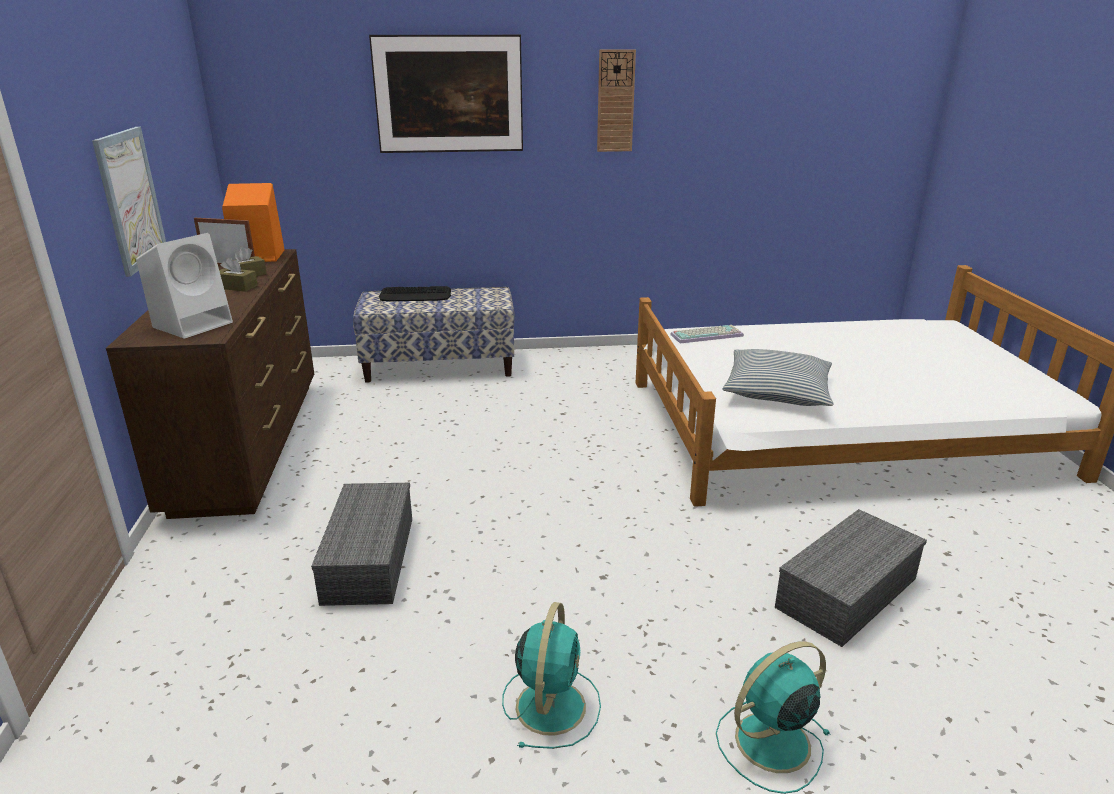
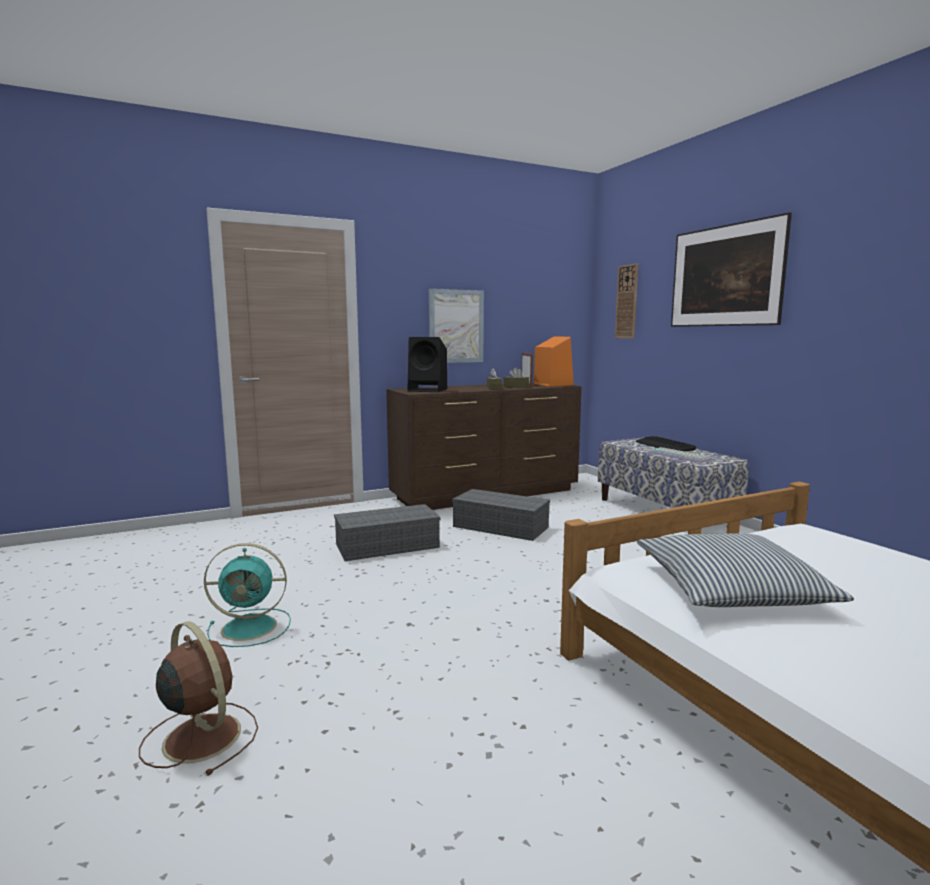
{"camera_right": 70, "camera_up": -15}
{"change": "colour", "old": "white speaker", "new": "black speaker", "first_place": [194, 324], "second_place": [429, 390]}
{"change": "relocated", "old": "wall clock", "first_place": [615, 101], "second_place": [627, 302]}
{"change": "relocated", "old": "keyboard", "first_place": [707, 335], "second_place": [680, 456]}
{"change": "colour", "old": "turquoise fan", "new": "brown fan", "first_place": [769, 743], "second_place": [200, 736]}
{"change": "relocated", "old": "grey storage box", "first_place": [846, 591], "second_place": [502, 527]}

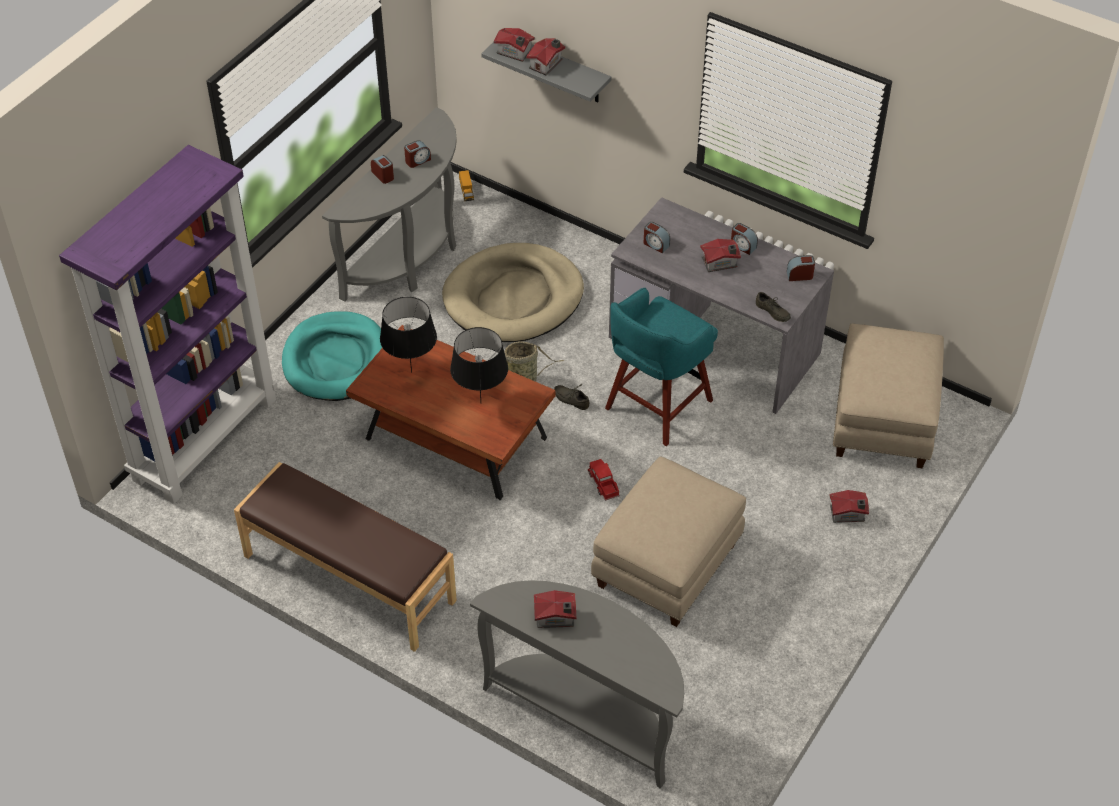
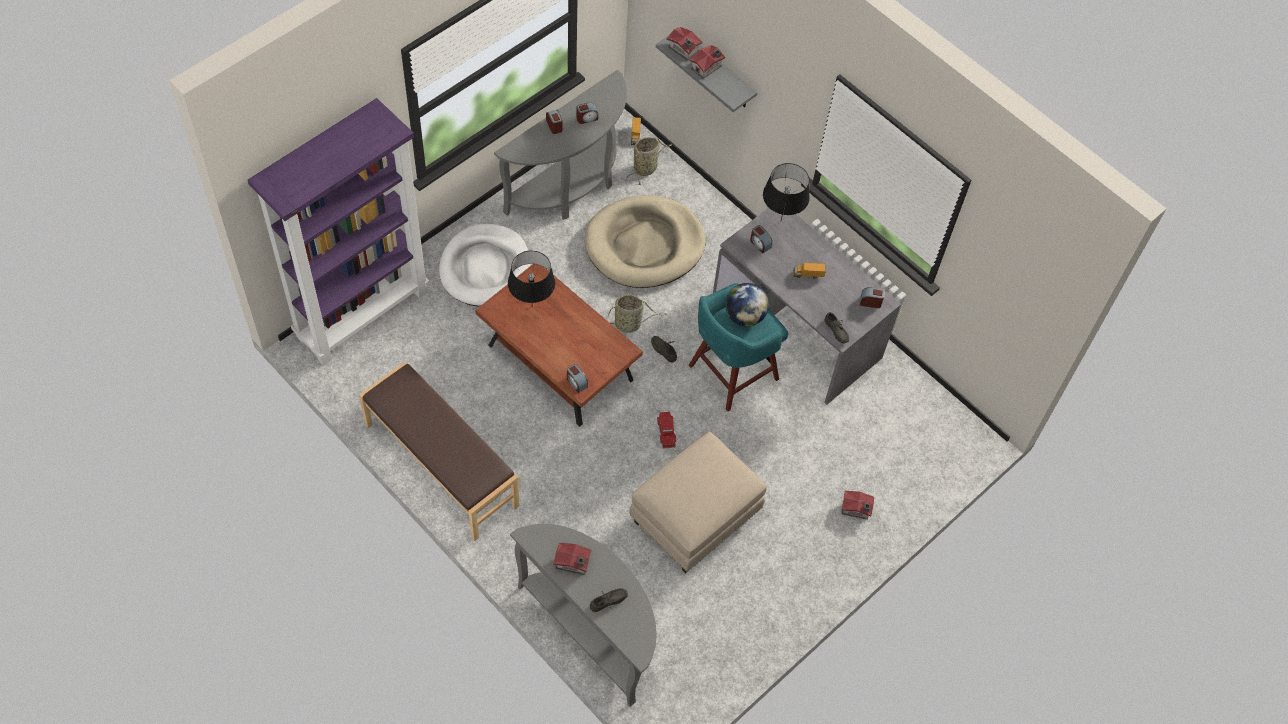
{"camera_right": 10, "camera_up": 10}
{"change": "colour", "old": "turquoise dog bed", "new": "white dog bed", "first_place": [336, 360], "second_place": [485, 268]}
{"change": "relocated", "old": "black table lamp", "first_place": [480, 403], "second_place": [780, 221]}
{"change": "exchanged", "old": "toy house", "new": "toy truck", "first_place": [720, 263], "second_place": [808, 274]}
{"change": "relocated", "old": "alarm clock", "first_place": [742, 246], "second_place": [576, 382]}
{"change": "missing", "old": "beige ottoman", "first_place": [884, 421]}
{"change": "appeared", "new": "grey shoe", "second_place": [609, 602]}
{"change": "appeared", "new": "basket", "second_place": [646, 168]}
{"change": "appeared", "new": "globe", "second_place": [744, 316]}

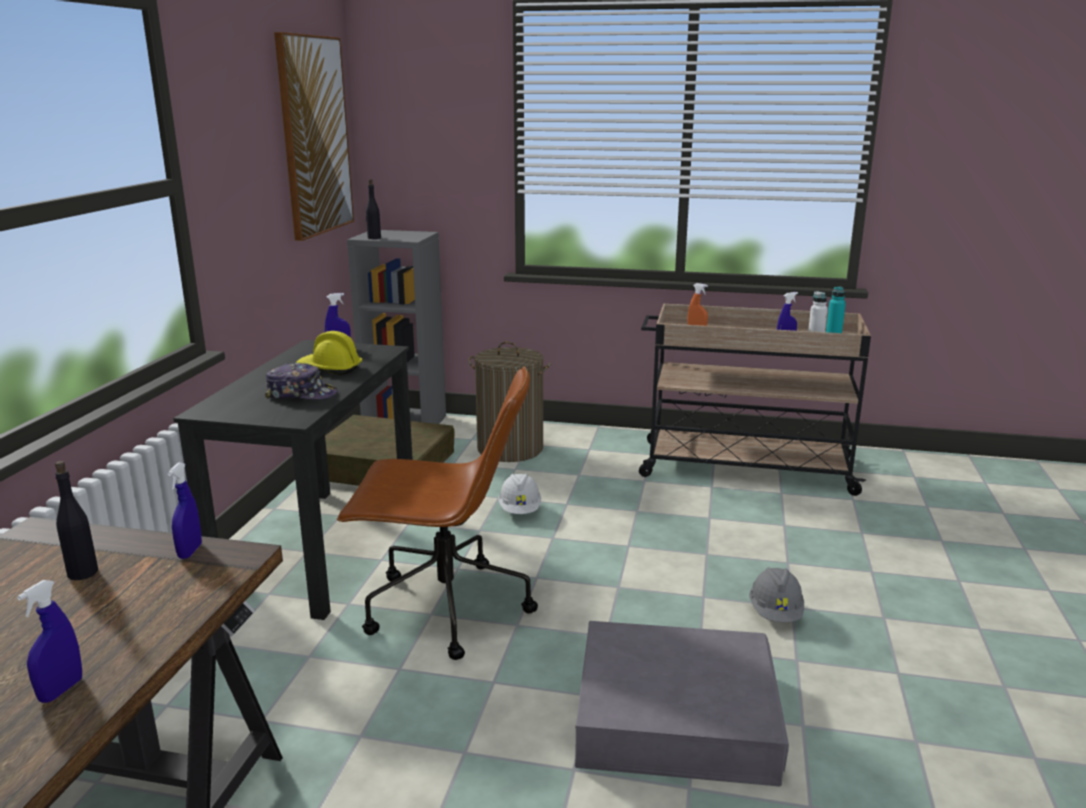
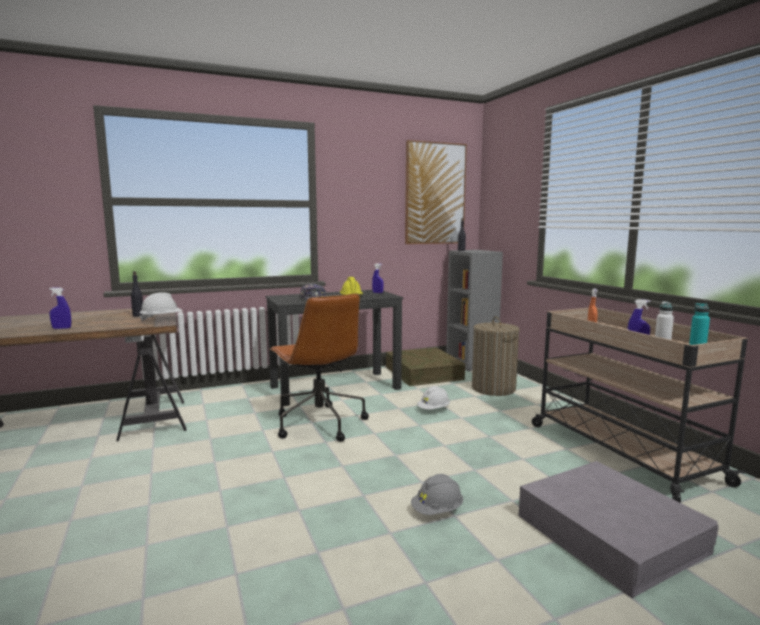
{"camera_right": 55, "camera_up": -10}
{"change": "exchanged", "old": "blue spray bottle", "new": "white hard hat", "first_place": [190, 551], "second_place": [162, 319]}
{"change": "relocated", "old": "grey storage box", "first_place": [675, 715], "second_place": [609, 533]}

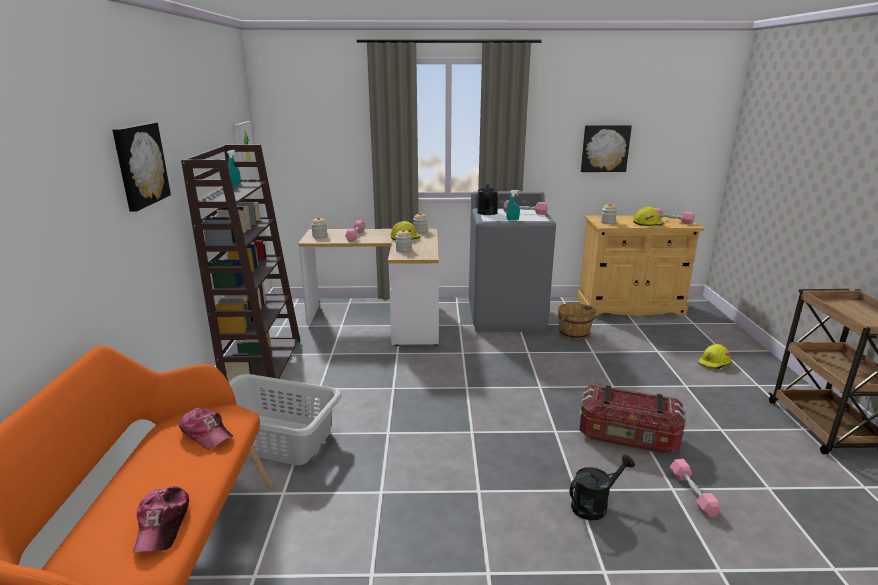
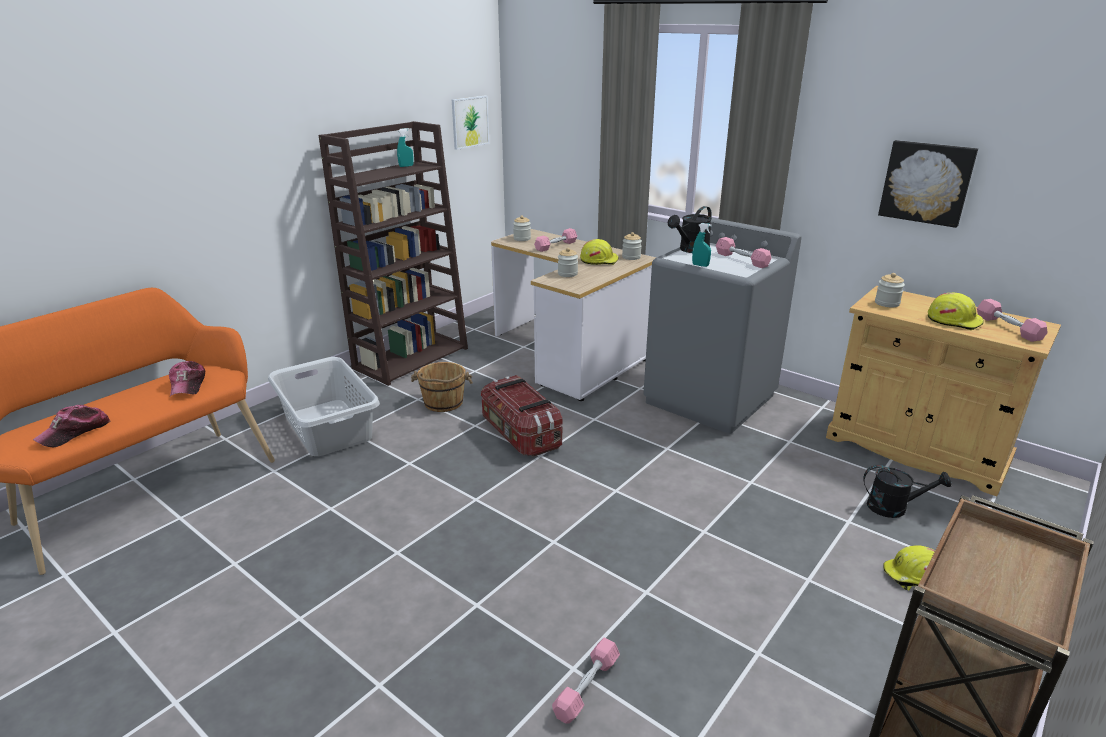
{"camera_right": 40, "camera_up": 5}
{"change": "missing", "old": "picture", "first_place": [139, 165]}
{"change": "relocated", "old": "brown bucket", "first_place": [574, 333], "second_place": [443, 403]}
{"change": "relocated", "old": "black watering can", "first_place": [594, 504], "second_place": [894, 508]}
{"change": "relocated", "old": "storage box", "first_place": [627, 437], "second_place": [520, 434]}

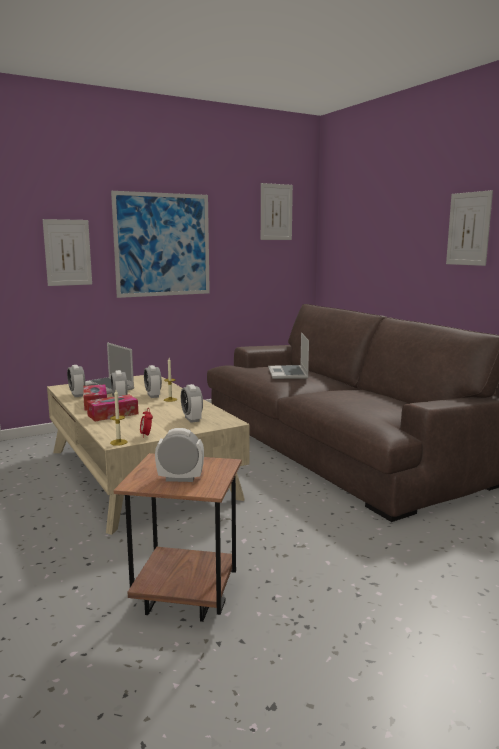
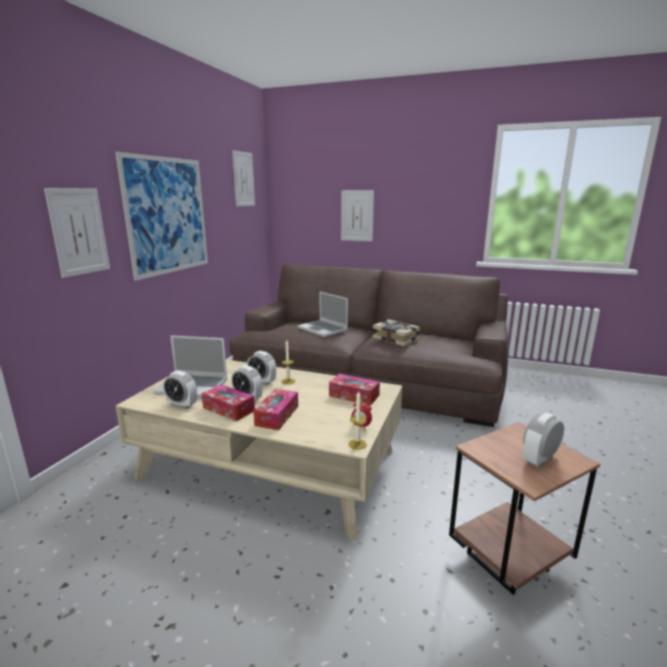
{"camera_right": -40, "camera_up": 5}
{"change": "exchanged", "old": "alarm clock", "new": "tissue box", "first_place": [192, 419], "second_place": [354, 395]}
{"change": "relocated", "old": "picture", "first_place": [468, 229], "second_place": [357, 216]}
{"change": "appeared", "new": "book", "second_place": [396, 339]}

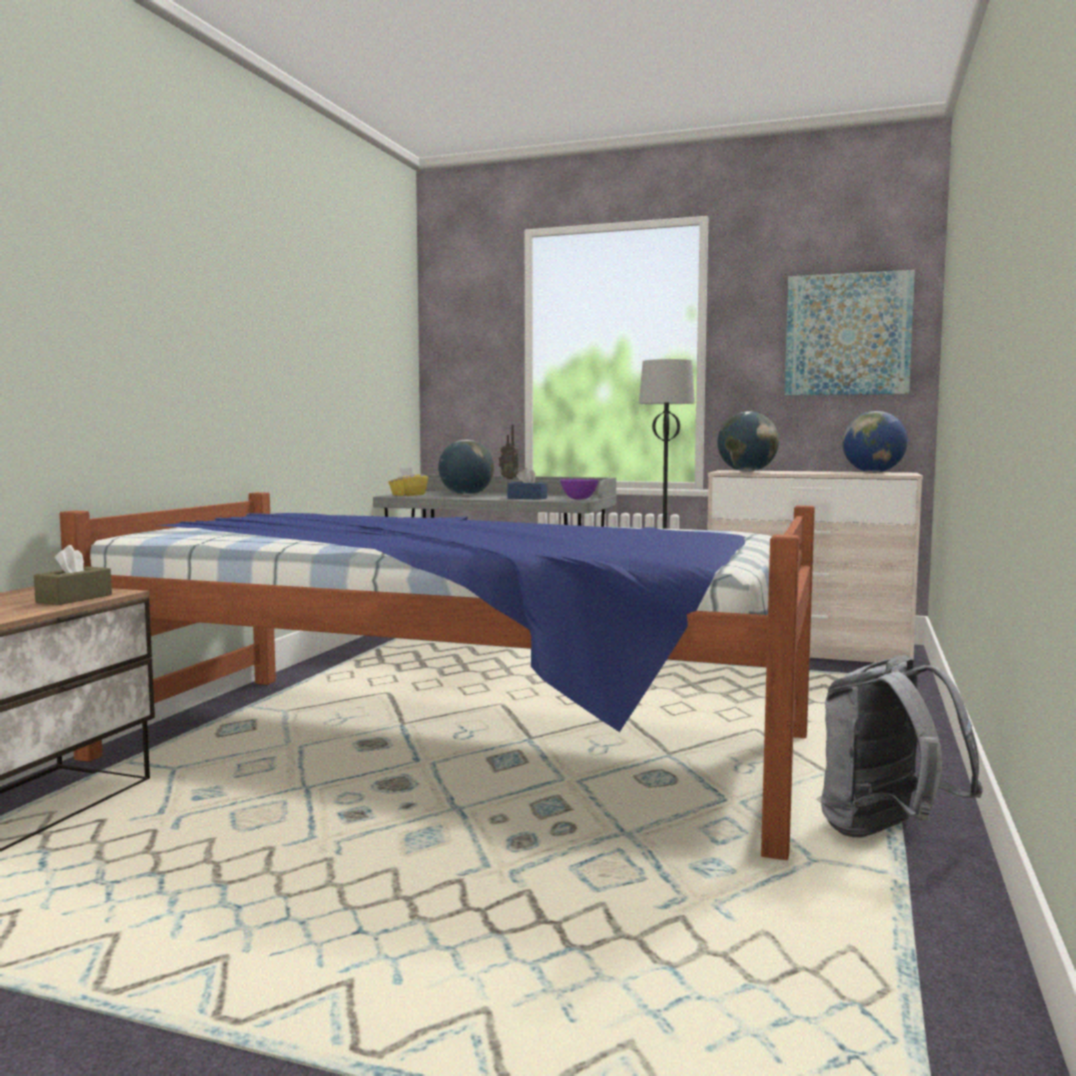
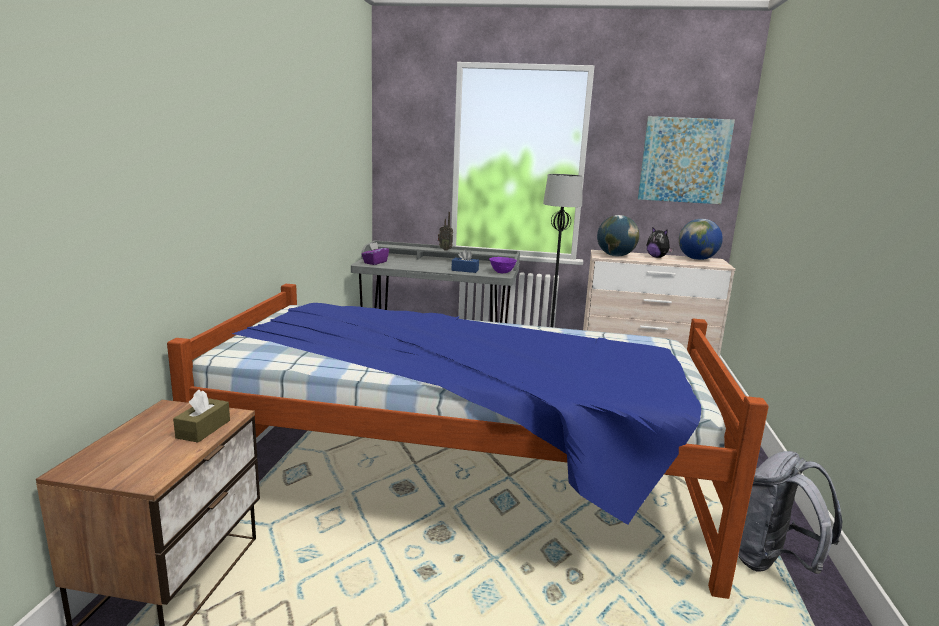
{"camera_right": -10, "camera_up": 10}
{"change": "colour", "old": "yellow tissue box", "new": "purple tissue box", "first_place": [408, 495], "second_place": [375, 262]}
{"change": "missing", "old": "globe", "first_place": [466, 495]}
{"change": "appeared", "new": "plush toy", "second_place": [657, 257]}

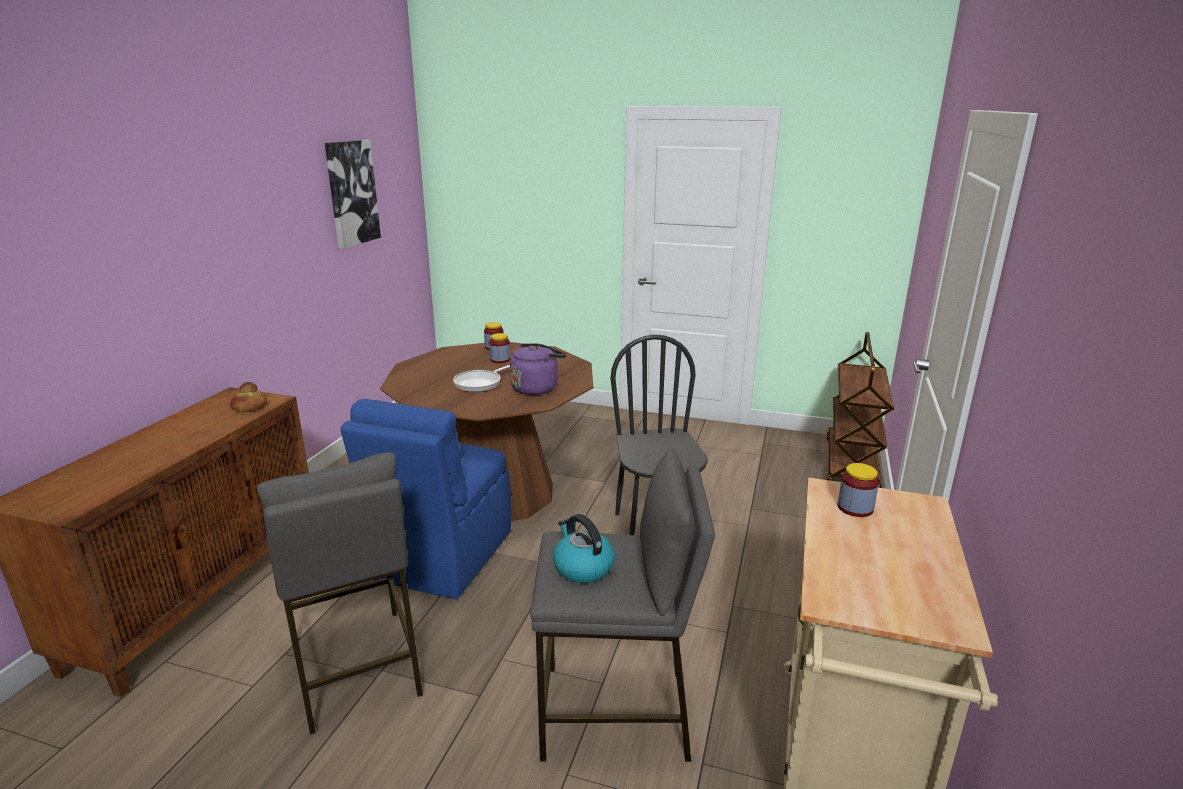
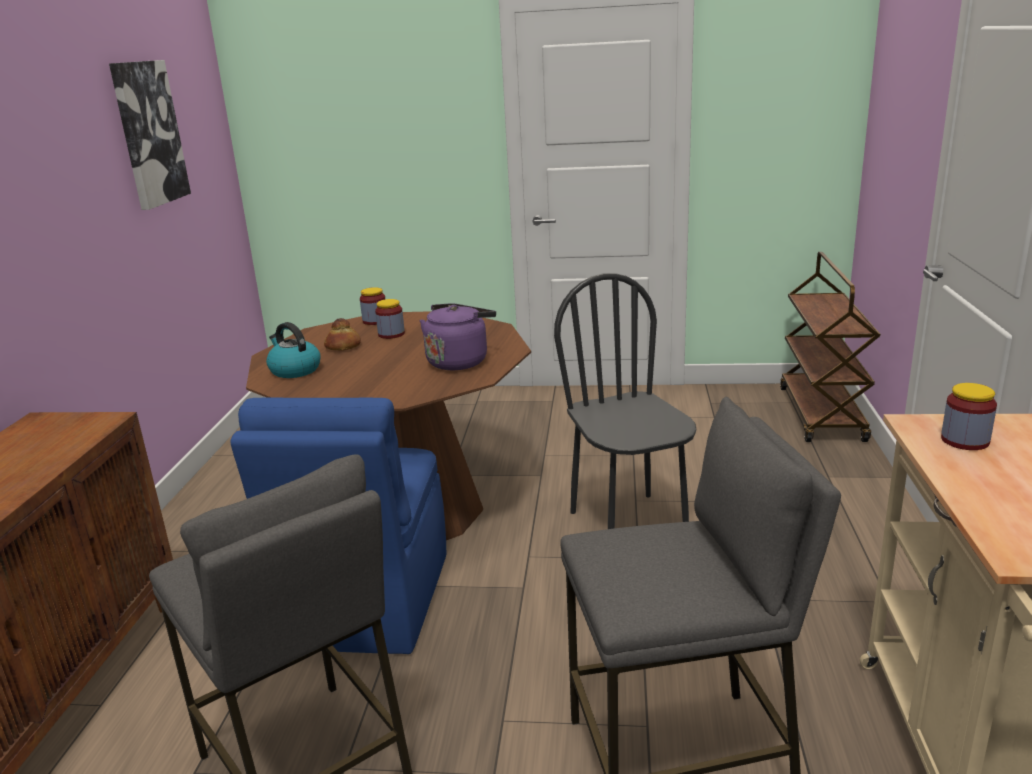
{"camera_right": -10, "camera_up": 0}
{"change": "relocated", "old": "bread", "first_place": [249, 407], "second_place": [343, 347]}
{"change": "missing", "old": "frying pan", "first_place": [480, 383]}
{"change": "relocated", "old": "kettle", "first_place": [582, 567], "second_place": [294, 370]}

